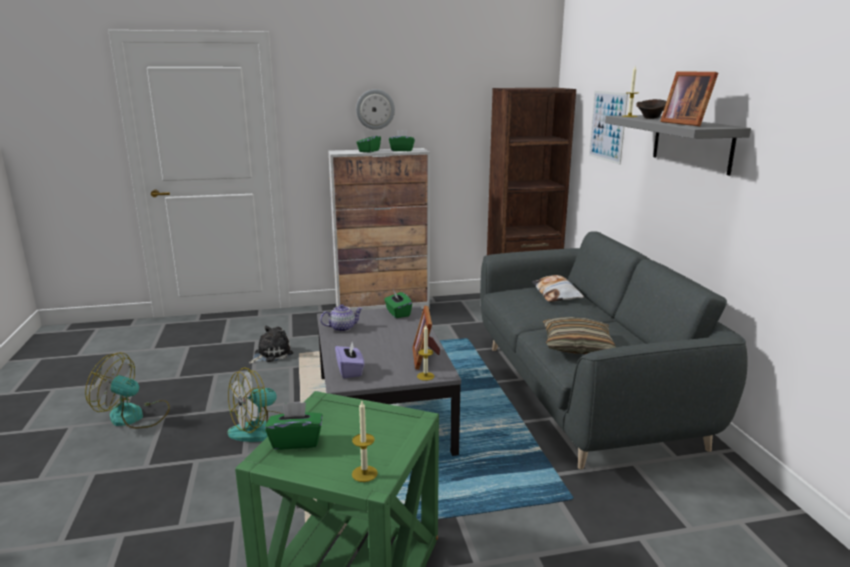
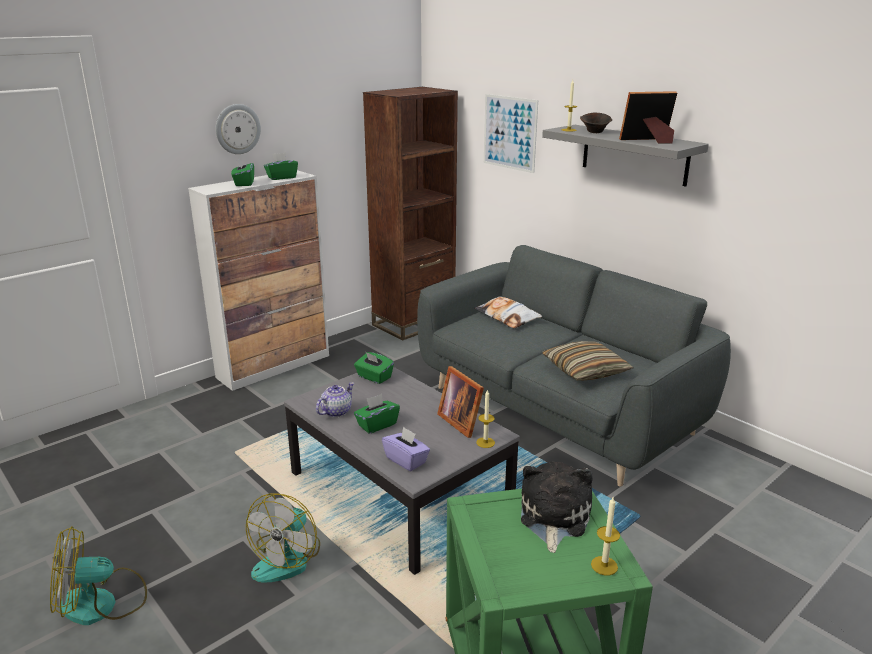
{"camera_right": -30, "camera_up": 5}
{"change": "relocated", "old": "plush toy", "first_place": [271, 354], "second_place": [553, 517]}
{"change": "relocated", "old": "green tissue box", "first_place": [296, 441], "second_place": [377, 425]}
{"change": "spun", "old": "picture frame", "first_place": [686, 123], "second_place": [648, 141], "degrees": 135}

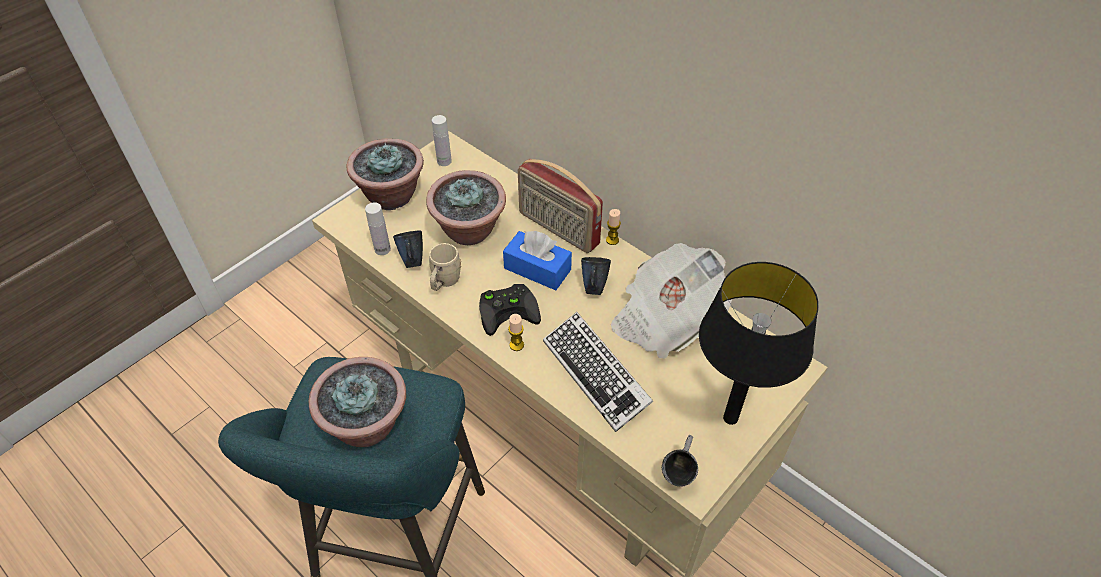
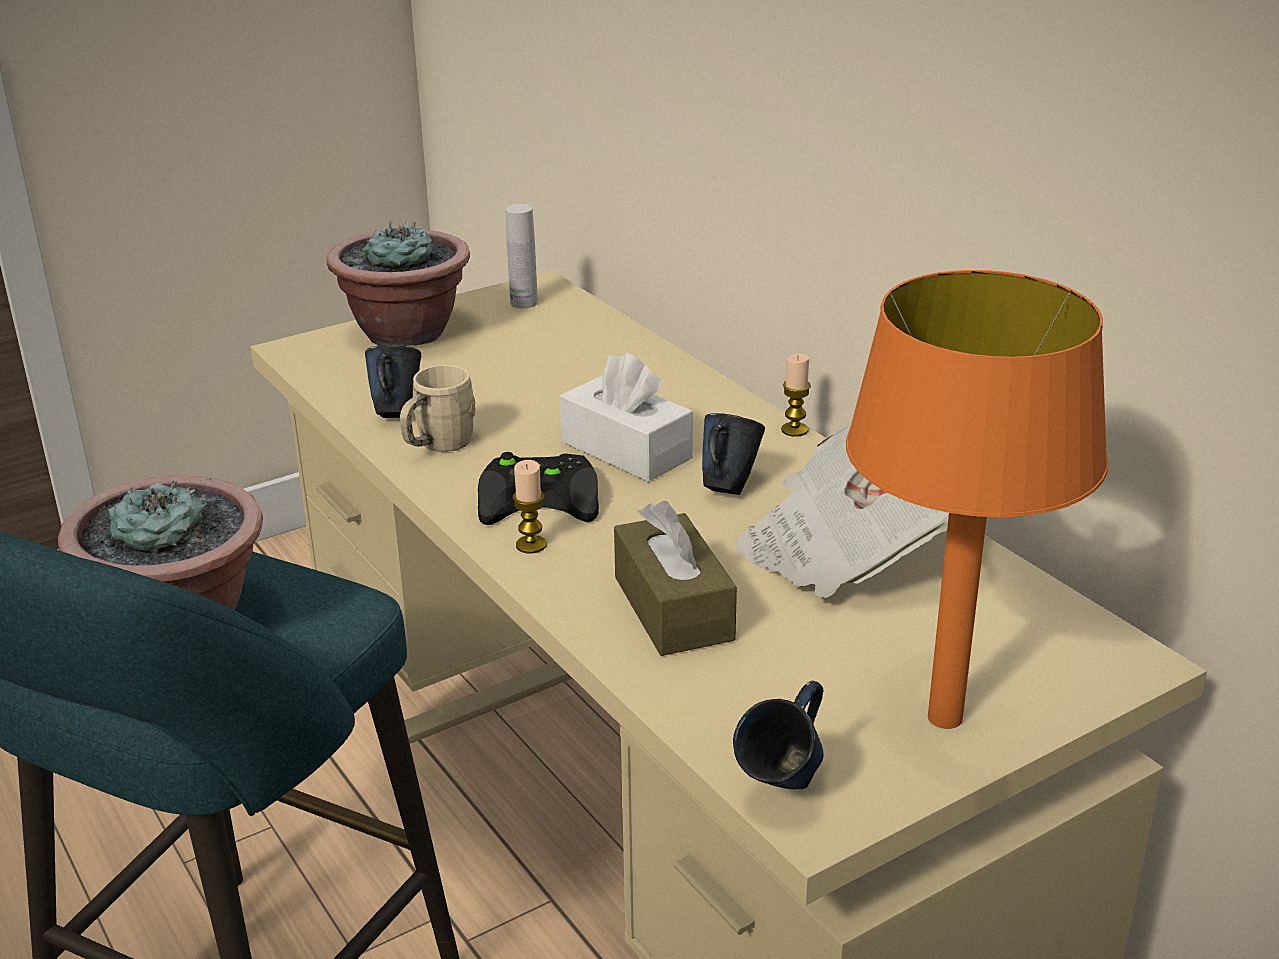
{"camera_right": 15, "camera_up": -20}
{"change": "missing", "old": "white bottle", "first_place": [382, 249]}
{"change": "missing", "old": "potted plant", "first_place": [470, 231]}
{"change": "colour", "old": "blue tissue box", "new": "white tissue box", "first_place": [537, 269], "second_place": [626, 450]}
{"change": "missing", "old": "radio", "first_place": [557, 229]}
{"change": "exchanged", "old": "keyboard", "new": "brown tissue box", "first_place": [596, 374], "second_place": [673, 608]}
{"change": "colour", "old": "grey mug", "new": "blue mug", "first_place": [678, 476], "second_place": [784, 793]}
{"change": "colour", "old": "black table lamp", "new": "orange table lamp", "first_place": [729, 418], "second_place": [943, 717]}

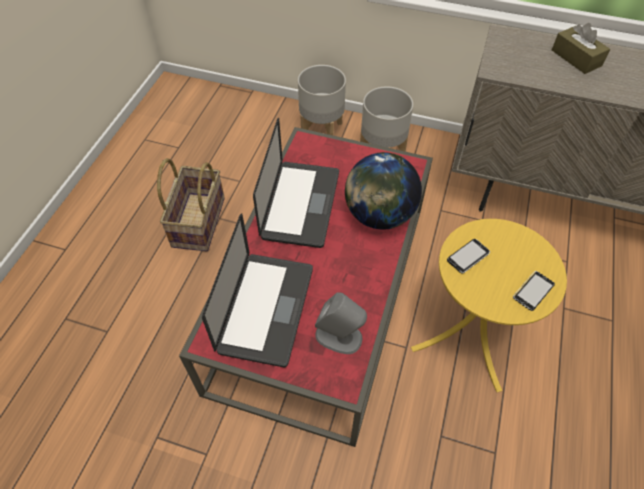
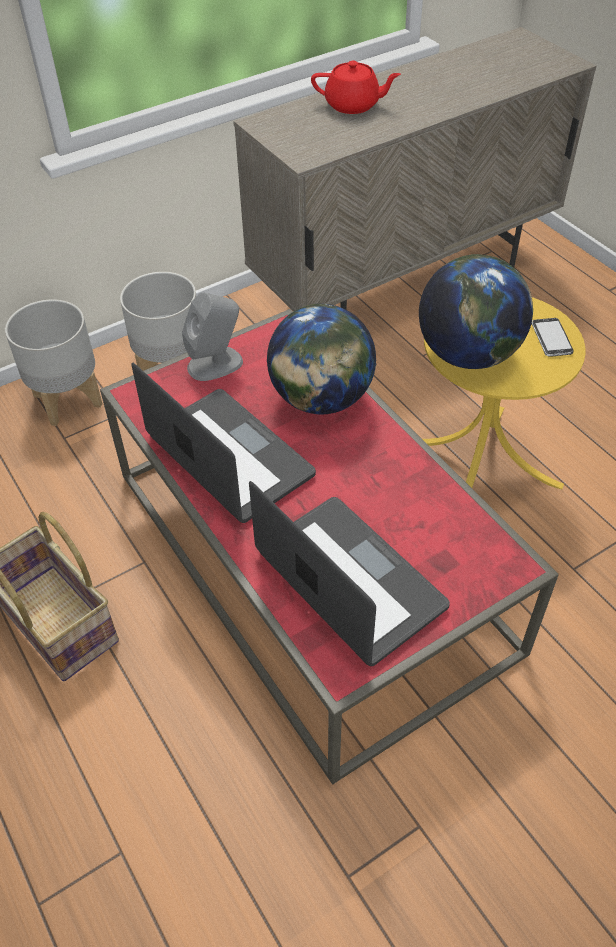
{"camera_right": -50, "camera_up": -5}
{"change": "relocated", "old": "grey speaker", "first_place": [339, 336], "second_place": [216, 364]}
{"change": "exchanged", "old": "phone", "new": "globe", "first_place": [468, 257], "second_place": [468, 355]}
{"change": "exchanged", "old": "brown tissue box", "new": "red teapot", "first_place": [576, 58], "second_place": [353, 105]}

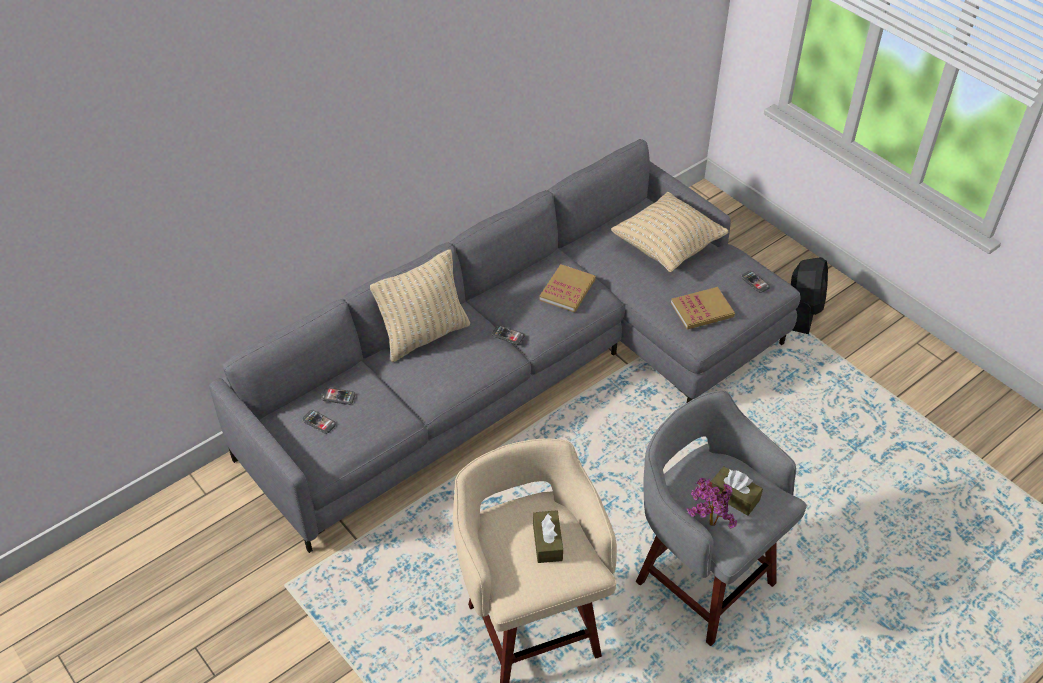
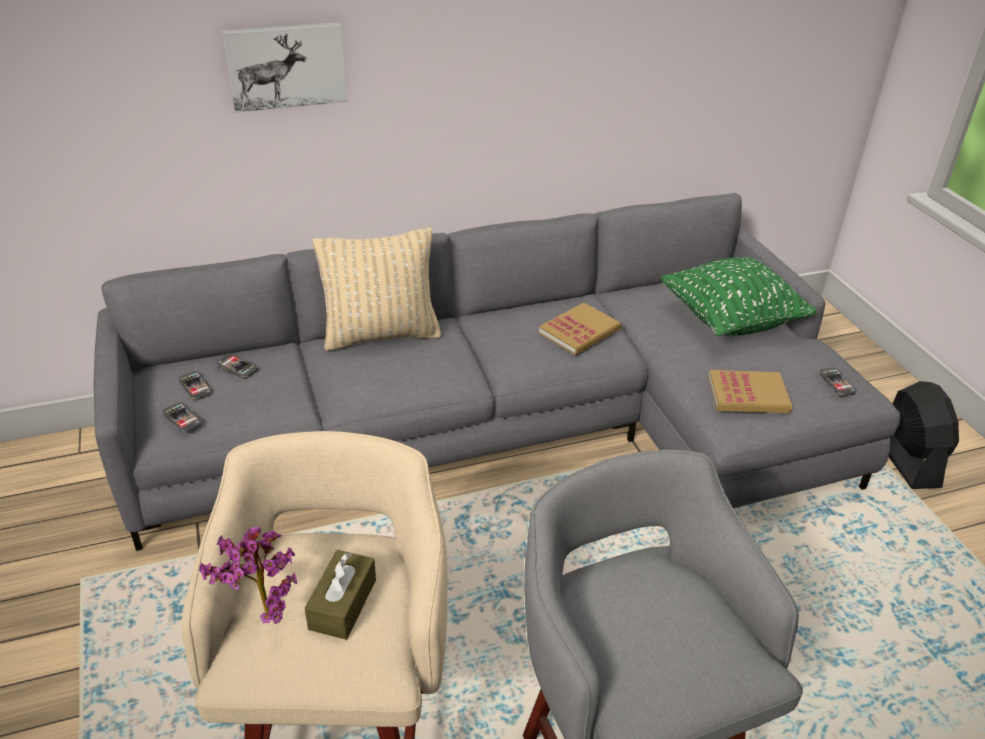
{"camera_right": 20, "camera_up": -10}
{"change": "relocated", "old": "phone", "first_place": [508, 335], "second_place": [182, 419]}
{"change": "colour", "old": "beige pillow", "new": "green pillow", "first_place": [667, 248], "second_place": [730, 321]}
{"change": "relocated", "old": "potted plant", "first_place": [707, 525], "second_place": [262, 613]}
{"change": "missing", "old": "brown tissue box", "first_place": [734, 496]}
{"change": "spun", "old": "black fan", "first_place": [803, 310], "second_place": [906, 458], "degrees": -45}
{"change": "appeared", "new": "picture", "second_place": [286, 65]}

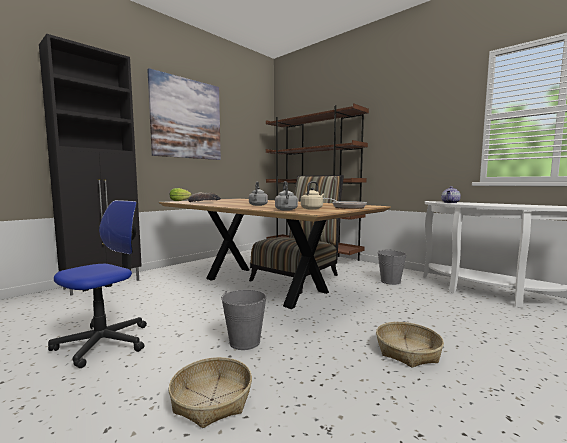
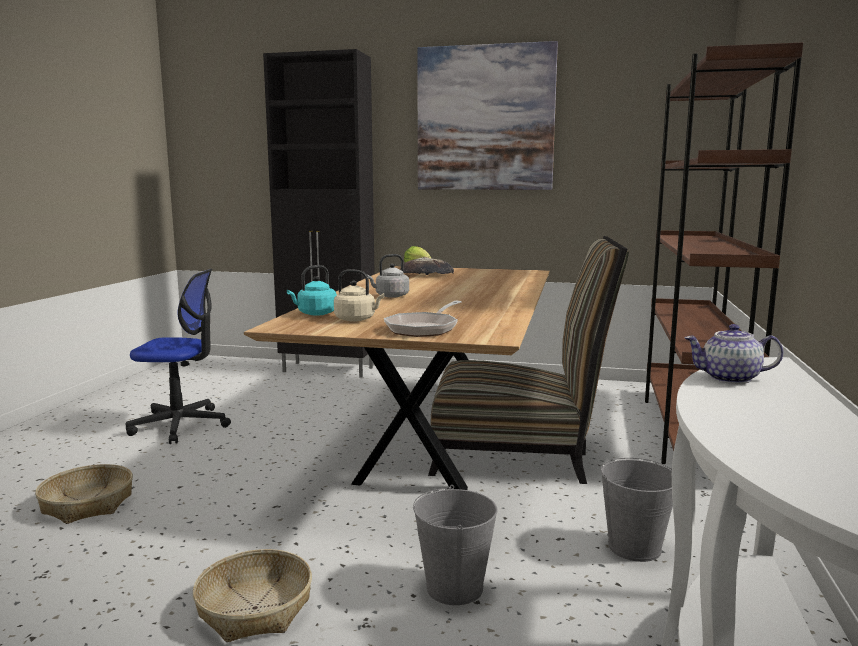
{"camera_right": 60, "camera_up": 5}
{"change": "relocated", "old": "grey bucket", "first_place": [244, 342], "second_place": [455, 587]}
{"change": "colour", "old": "grey kettle", "new": "turquoise kettle", "first_place": [286, 210], "second_place": [315, 314]}

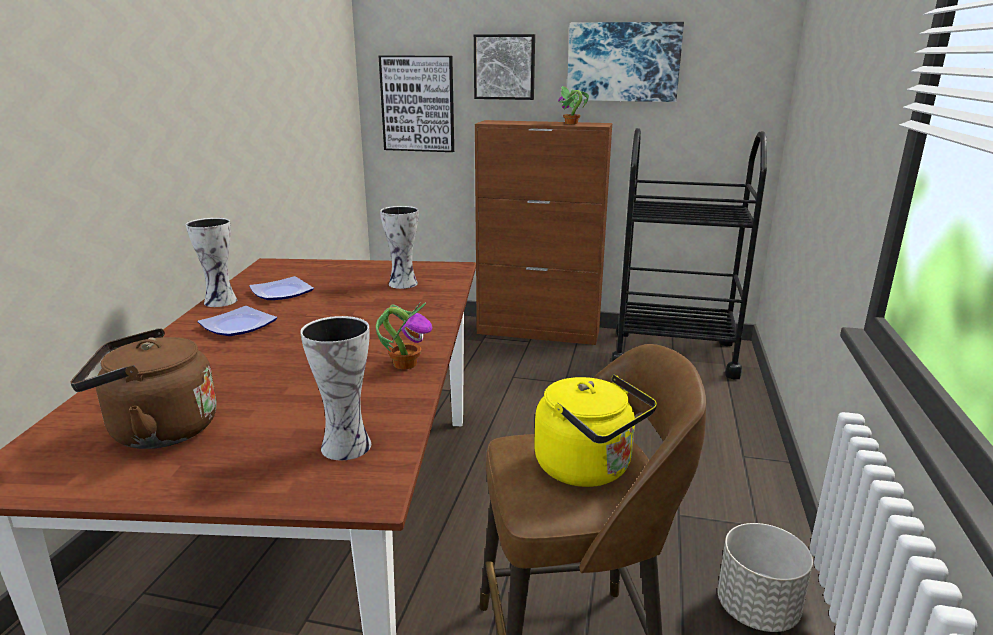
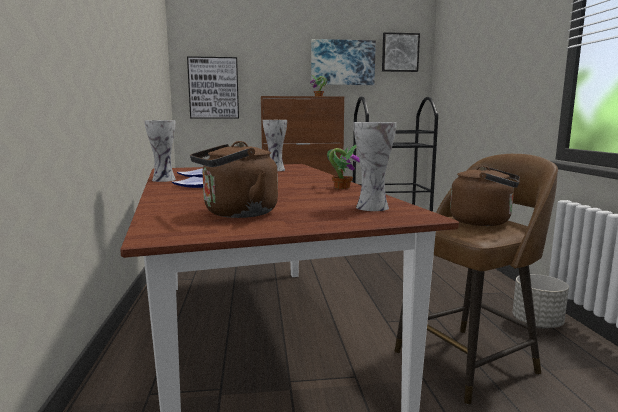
{"camera_right": -20, "camera_up": -10}
{"change": "relocated", "old": "picture", "first_place": [504, 67], "second_place": [400, 52]}
{"change": "colour", "old": "yellow kettle", "new": "brown kettle", "first_place": [588, 469], "second_place": [484, 222]}

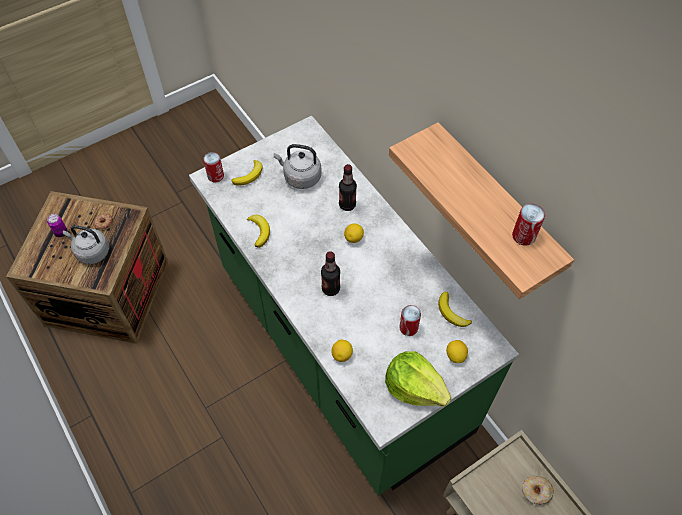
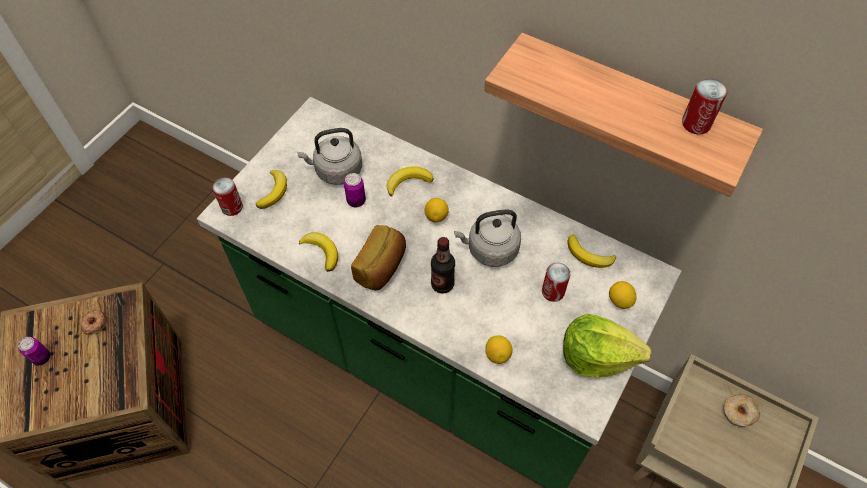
{"camera_right": -25, "camera_up": 0}
{"change": "relocated", "old": "grey kettle", "first_place": [91, 252], "second_place": [490, 249]}
{"change": "exchanged", "old": "bottle", "new": "banana", "first_place": [347, 205], "second_place": [408, 182]}
{"change": "appeared", "new": "can", "second_place": [356, 201]}
{"change": "appeared", "new": "bread", "second_place": [382, 266]}

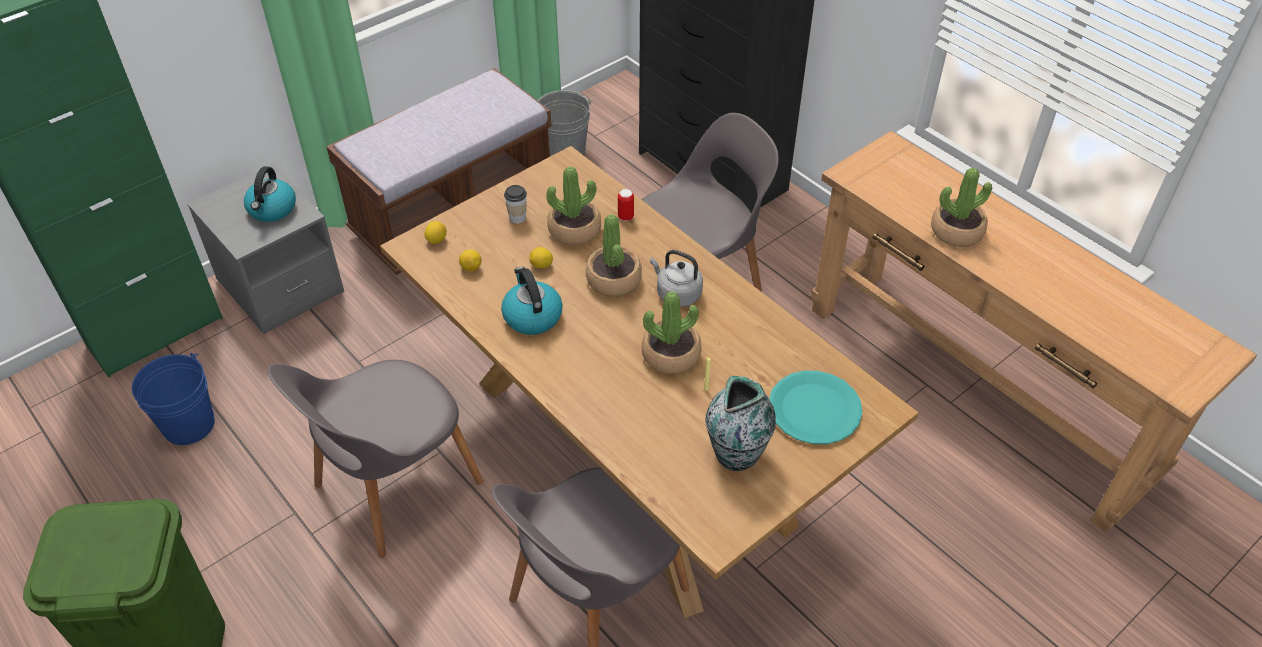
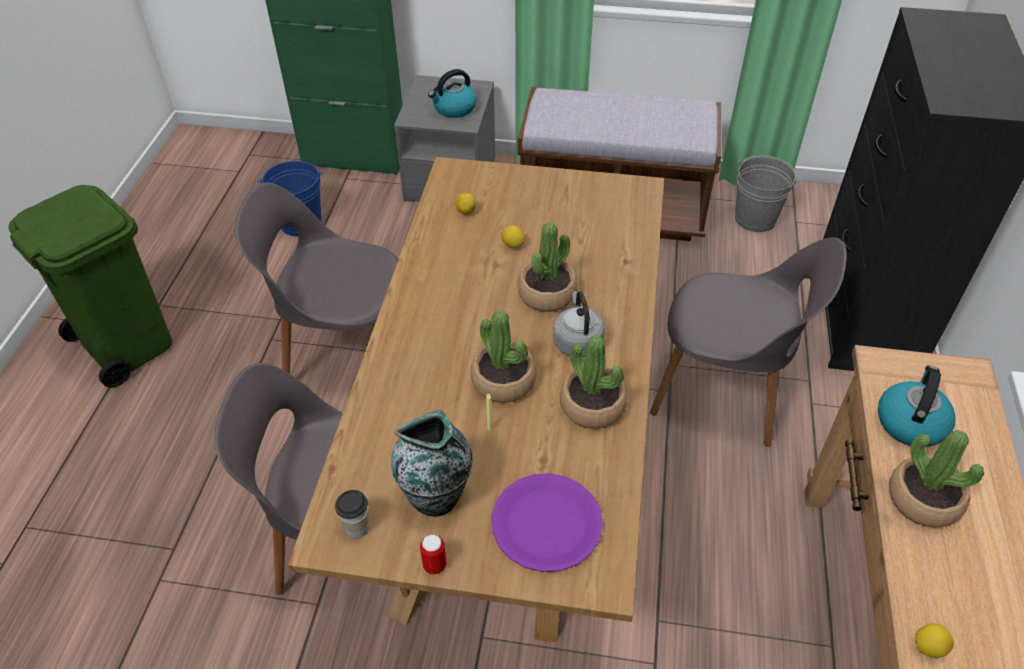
{"camera_right": 50, "camera_up": 0}
{"change": "relocated", "old": "lemon", "first_place": [436, 240], "second_place": [928, 647]}
{"change": "relocated", "old": "kettle", "first_place": [532, 316], "second_place": [910, 422]}
{"change": "relocated", "old": "cup", "first_place": [517, 217], "second_place": [357, 528]}
{"change": "relocated", "old": "potted plant", "first_place": [574, 229], "second_place": [592, 405]}
{"change": "relocated", "old": "can", "first_place": [625, 217], "second_place": [434, 565]}
{"change": "colour", "old": "turquoise plate", "new": "purple plate", "first_place": [814, 409], "second_place": [546, 523]}

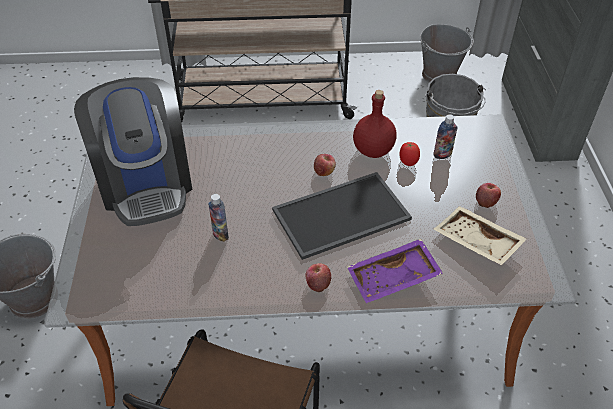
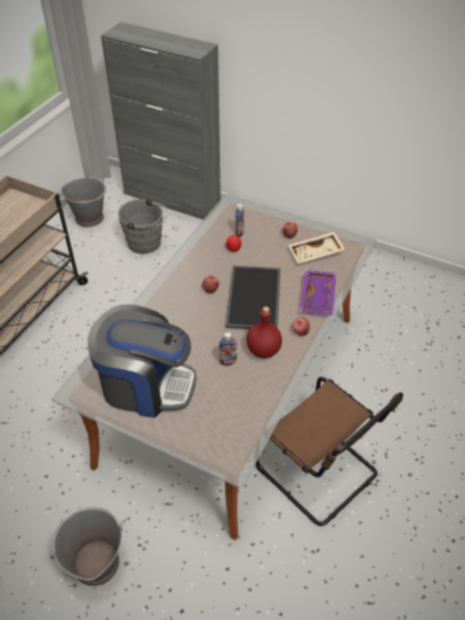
{"camera_right": -60, "camera_up": 0}
{"change": "relocated", "old": "red bottle", "first_place": [373, 151], "second_place": [264, 350]}

